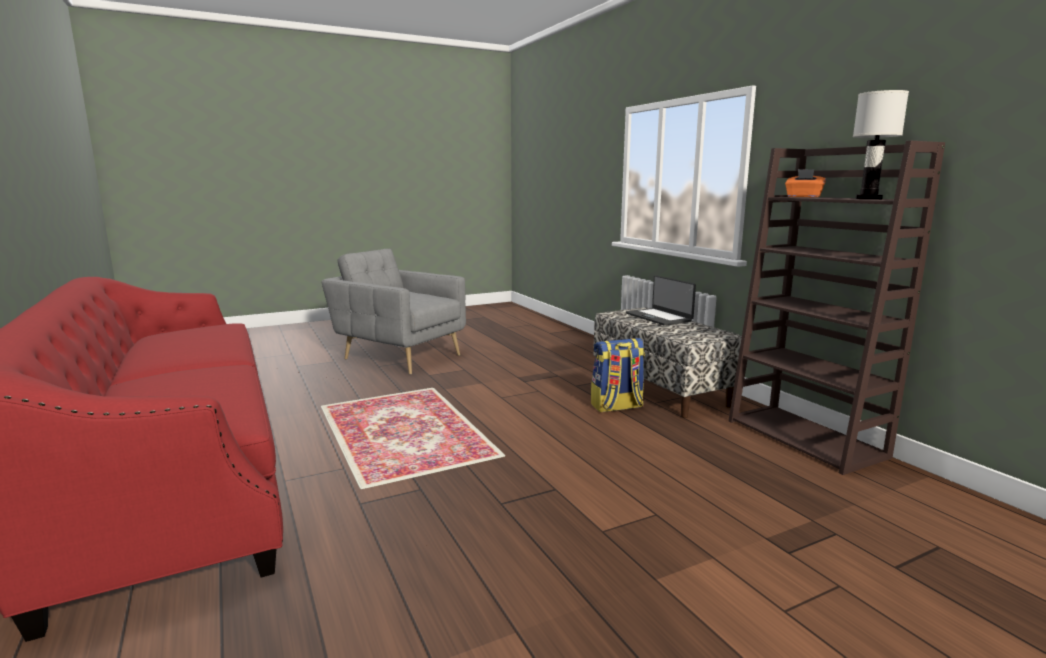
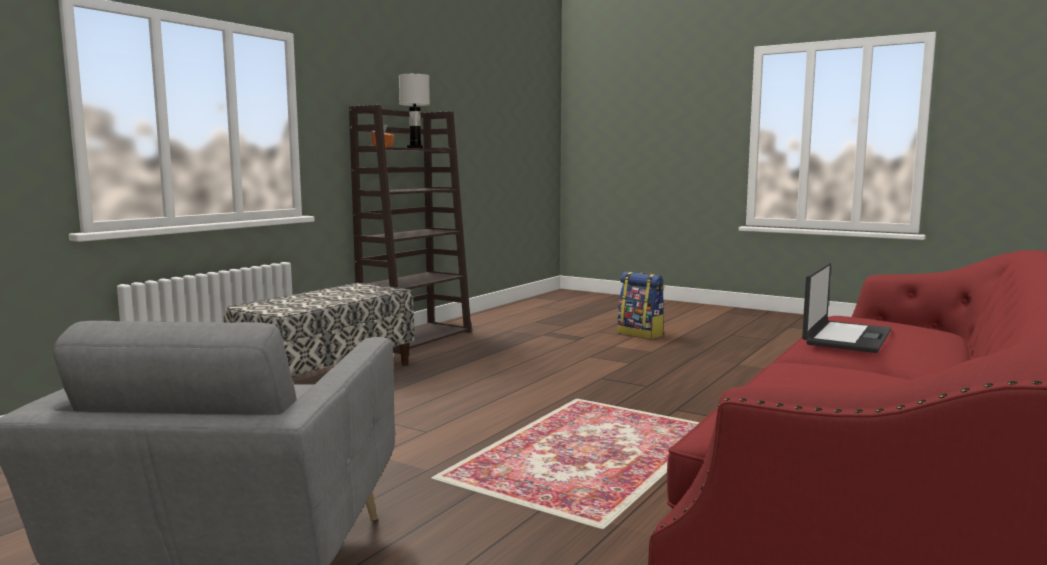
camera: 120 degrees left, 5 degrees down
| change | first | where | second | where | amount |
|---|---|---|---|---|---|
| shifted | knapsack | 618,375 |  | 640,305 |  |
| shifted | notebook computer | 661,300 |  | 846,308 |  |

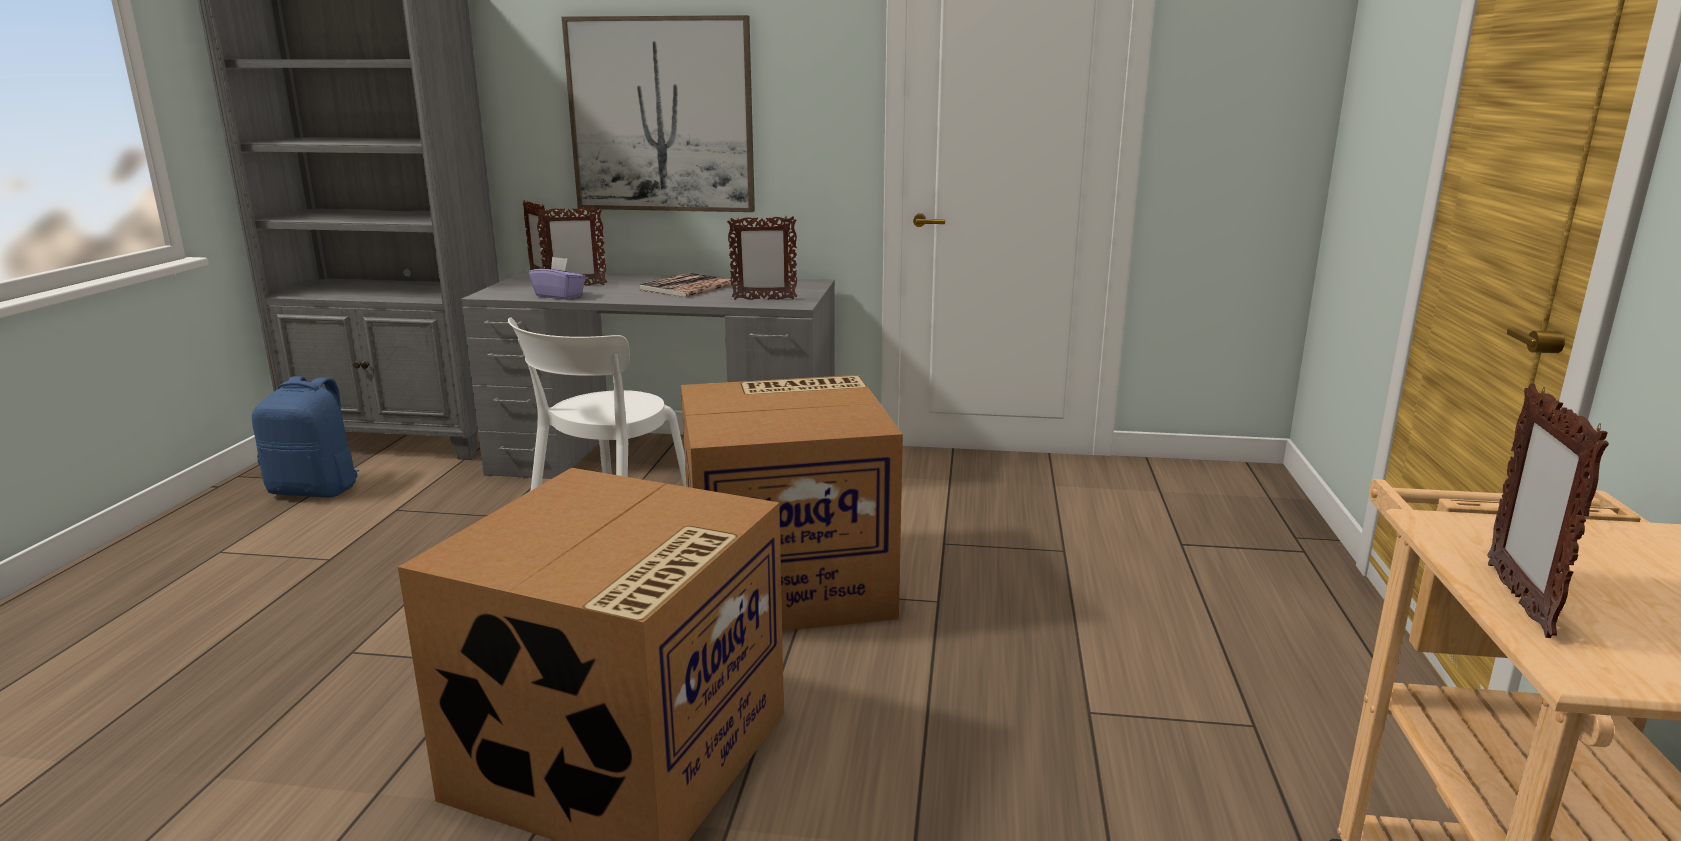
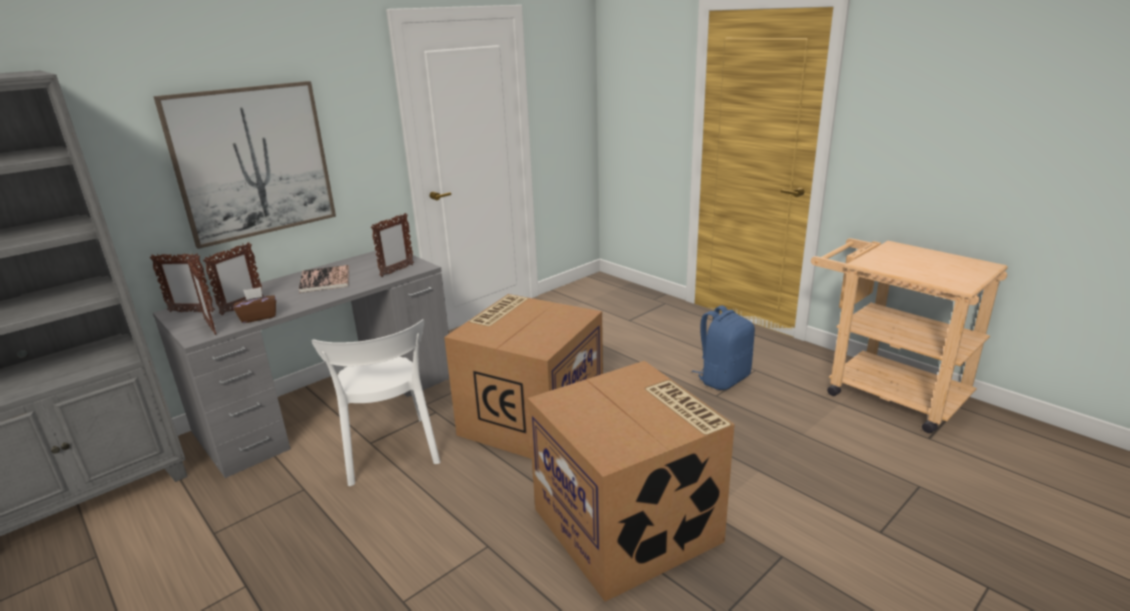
camera: 50 degrees left, 5 degrees up
| change | first | where | second | where | amount |
|---|---|---|---|---|---|
| shifted | standing frame | 1548,510 |  | 201,297 |  |
| repainted | purple tissue holder | 557,278 | brownish tissue holder | 254,305 |  |
| shifted | blue-coloured knapsack | 306,436 |  | 723,347 |  |

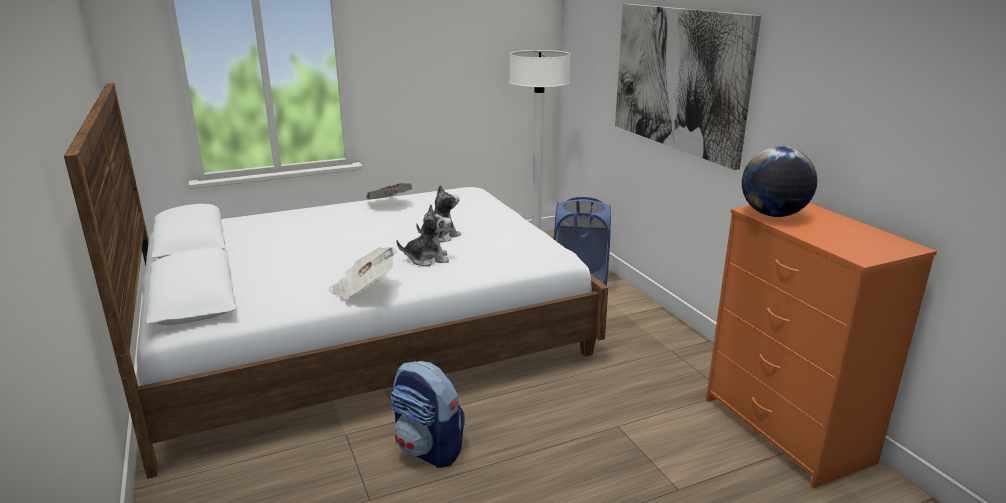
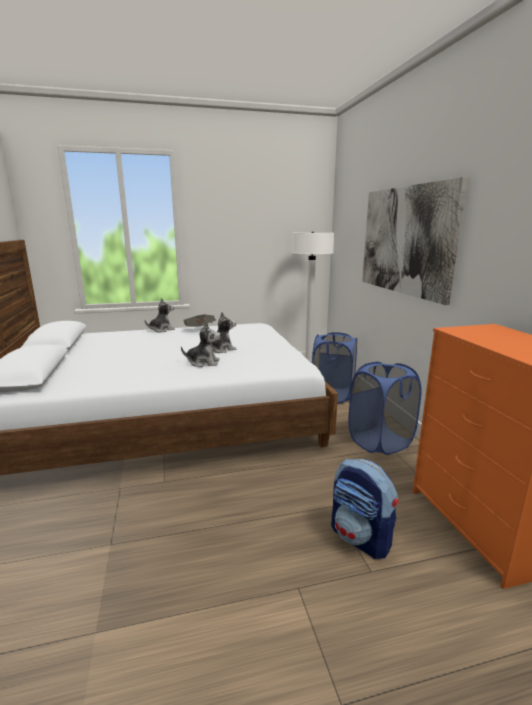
camera: 10 degrees right, 5 degrees down
| change | first | where | second | where | amount |
|---|---|---|---|---|---|
| new |  |  | cuddly toy | 160,315 |  |
| shifted | knapsack | 428,414 |  | 364,509 |  |
| new |  |  | blue-coloured washing basket | 385,408 |  |
| gone | daily paper | 363,273 |  |  |  |
| gone | globe | 779,181 |  |  |  |

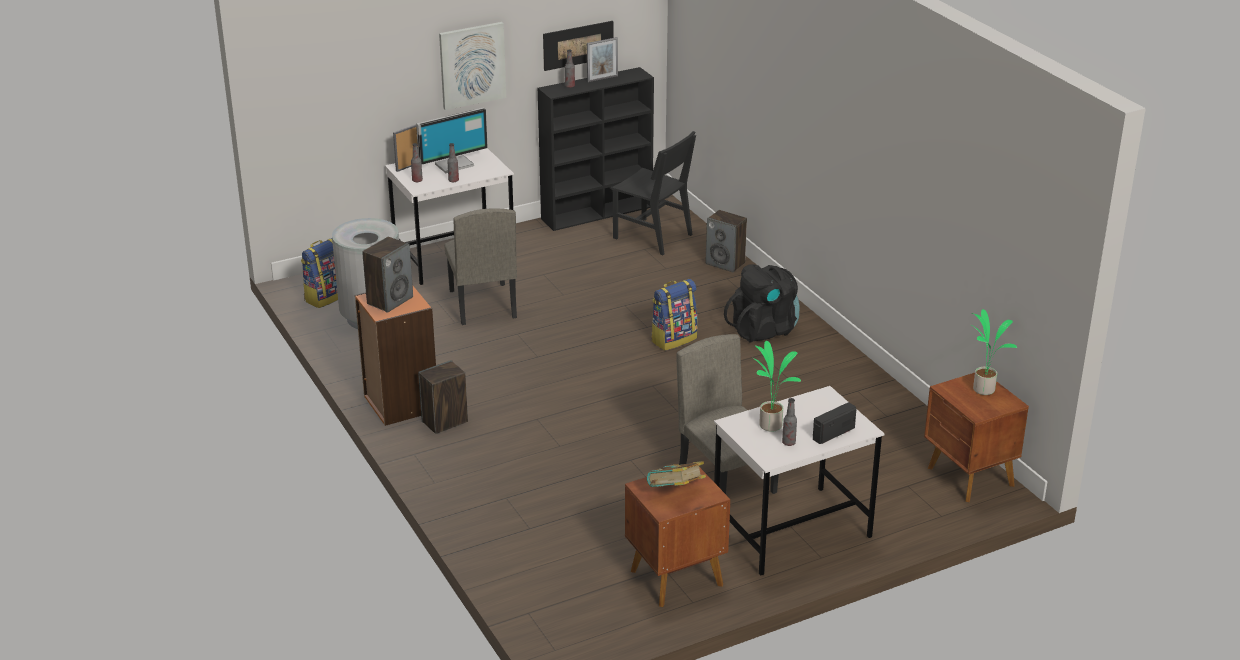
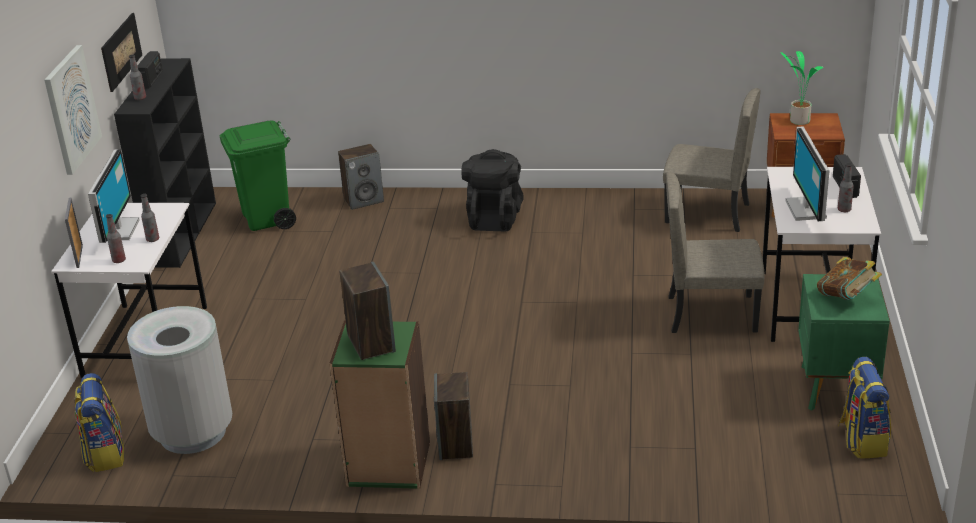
camera: 55 degrees left, 0 degrees up
| change | first | where | second | where | amount |
|---|---|---|---|---|---|
| swapped | standing frame | 602,59 | radio set | 150,70 |  |
| swapped | blackish plain chair | 653,193 | greenish waste bin | 258,175 |  |
| repainted | orangey shelving unit | 395,356 | greenish shelving unit | 379,405 |  |
| shifted | beige plain chair | 480,266 |  | 712,160 |  |
| swapped | potted plant | 777,386 | computer screen | 807,174 |  |
| repainted | brownish night table | 677,537 | greenish night table | 844,342 |  |
| shifted | knapsack | 674,315 |  | 864,408 |  |

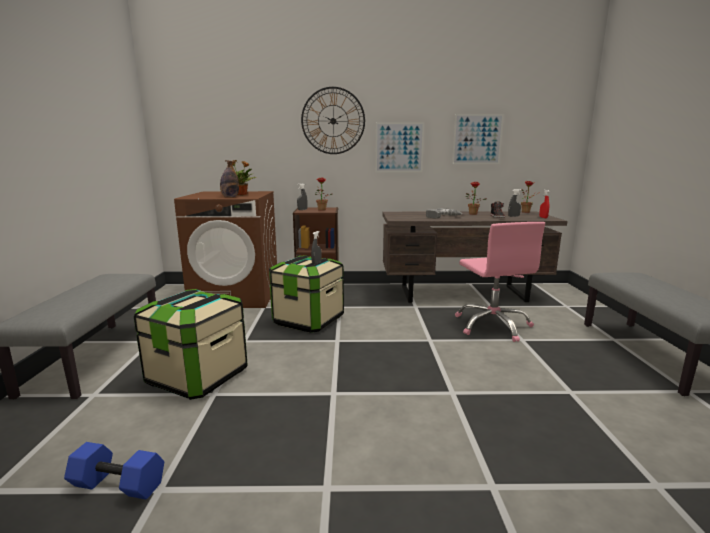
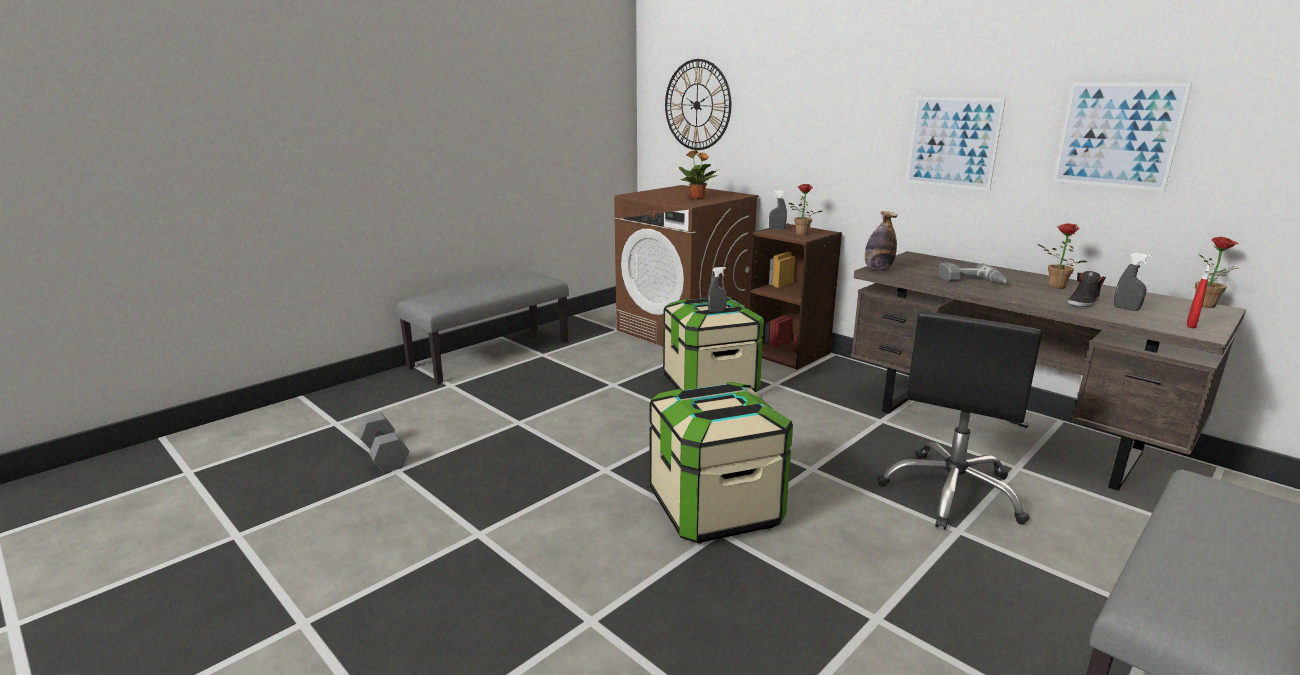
camera: 45 degrees right, 5 degrees up
| change | first | where | second | where | amount |
|---|---|---|---|---|---|
| repainted | blue-coloured hand weight | 114,470 | grey hand weight | 383,442 |  |
| shifted | storage bin | 191,344 |  | 721,462 |  |
| shifted | wall clock | 333,120 |  | 698,104 |  |
| shifted | bottle | 229,178 |  | 881,241 |  |
| repainted | pink-coloured computer chair | 500,282 | blackish computer chair | 959,421 |  |

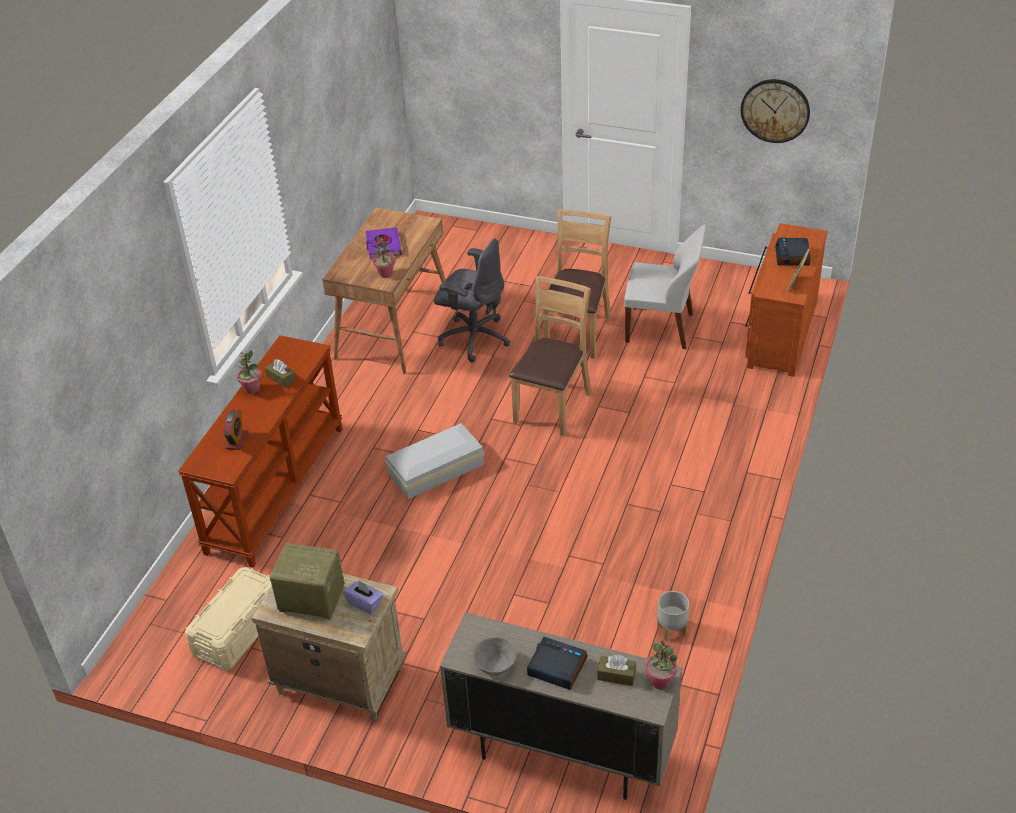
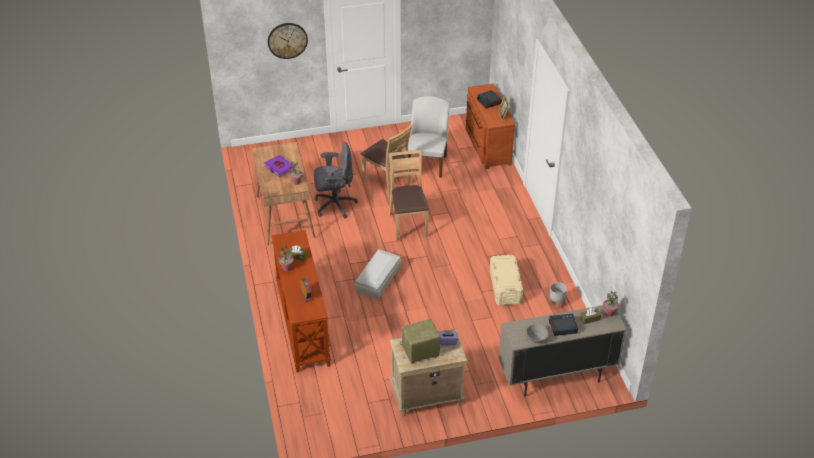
camera: 35 degrees left, 0 degrees up
| change | first | where | second | where | amount |
|---|---|---|---|---|---|
| shifted | wall clock | 775,111 |  | 288,41 |  |
| rotated | brownish plain chair | 577,284 |  | 387,161 | 150 degrees clockwise |
| rotated | white plain chair | 665,286 |  | 429,137 | 60 degrees counterclockwise |
| shifted | beige storage bin | 228,619 |  | 506,279 |  |

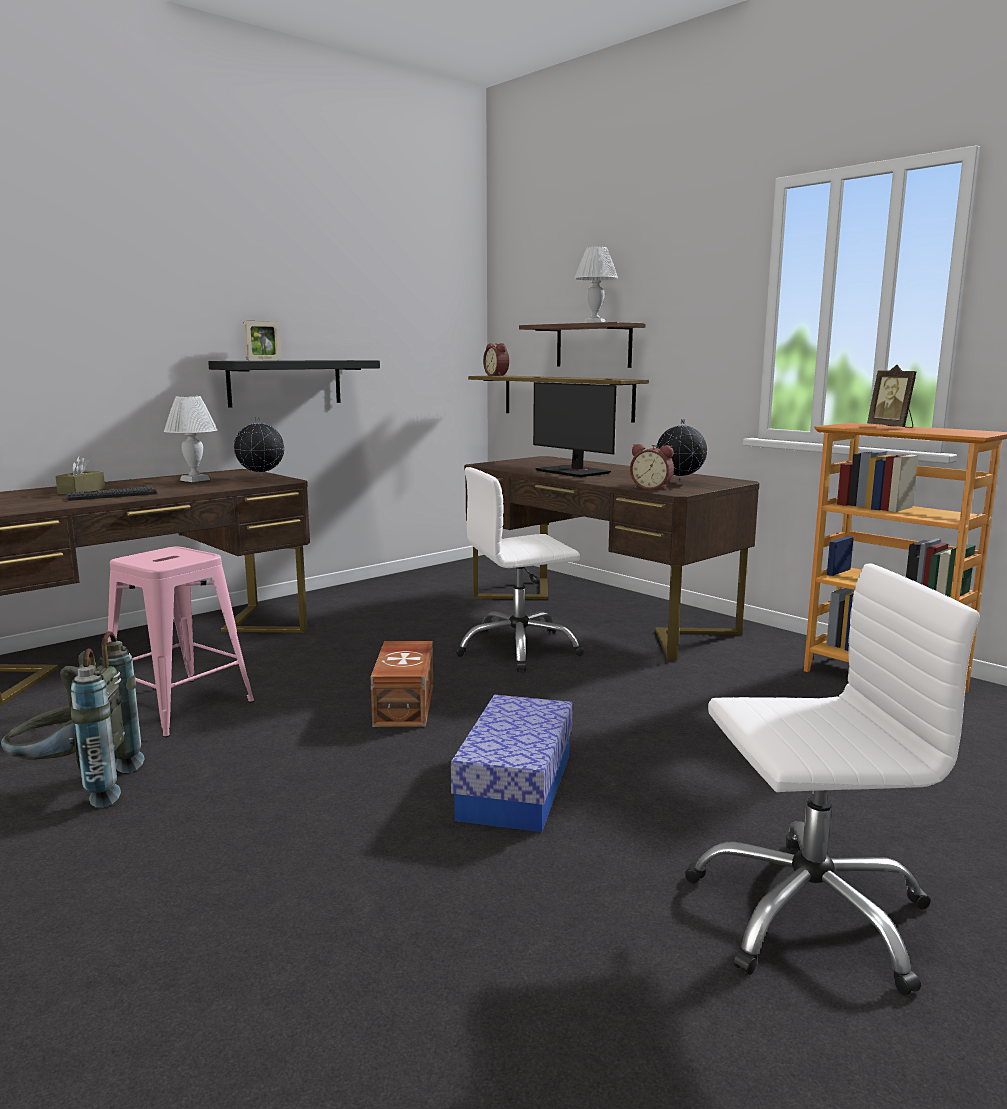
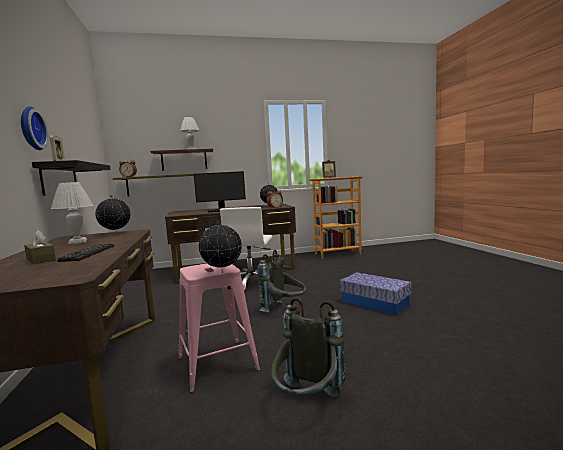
camera: 60 degrees left, 5 degrees down
| change | first | where | second | where | amount |
|---|---|---|---|---|---|
| new |  |  | wall clock | 35,128 |  |
| new |  |  | globe | 220,248 |  |
| swapped | brownish storage bin | 401,684 | grey knapsack | 282,281 |  |
| gone | white computer chair | 832,779 |  |  |  |

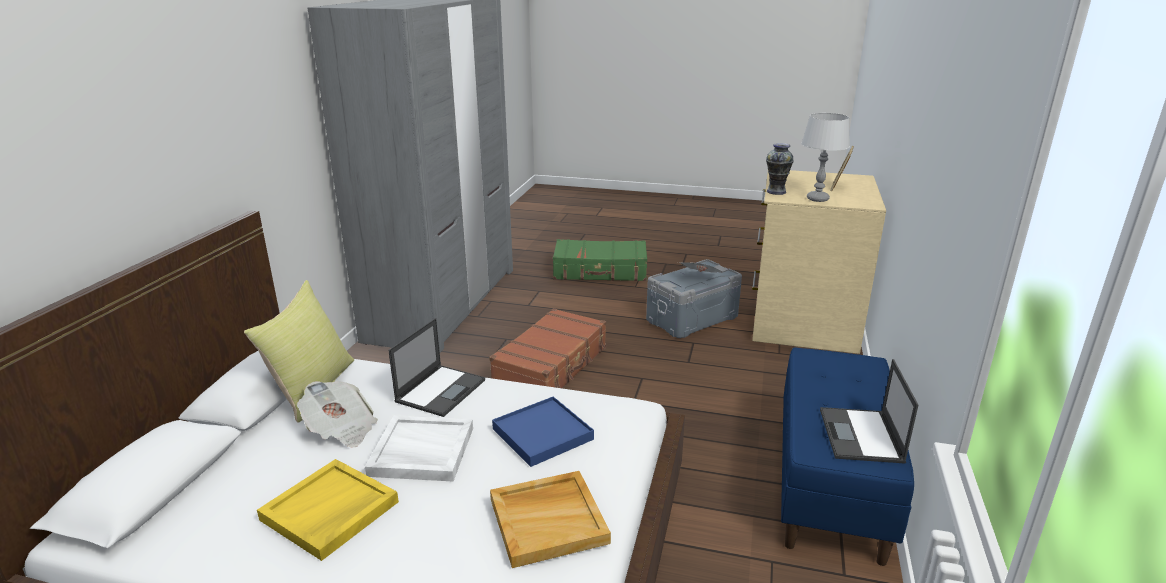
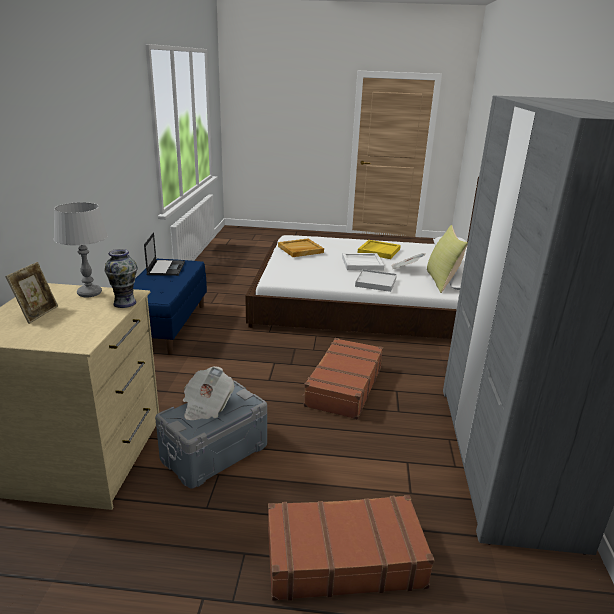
camera: 170 degrees right, 0 degrees up
| change | first | where | second | where | amount |
|---|---|---|---|---|---|
| repainted | greenish travel case | 600,260 | brownish travel case | 351,548 |  |
| swapped | notebook computer | 436,367 | white serving tray | 376,280 |  |
| gone | blue-coloured serving tray | 543,431 |  |  |  |

